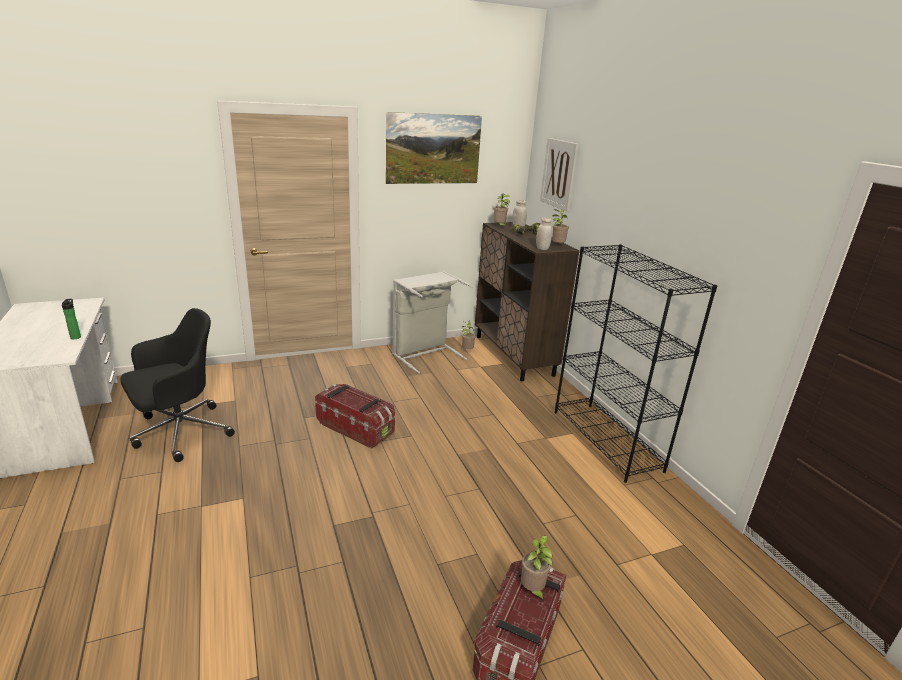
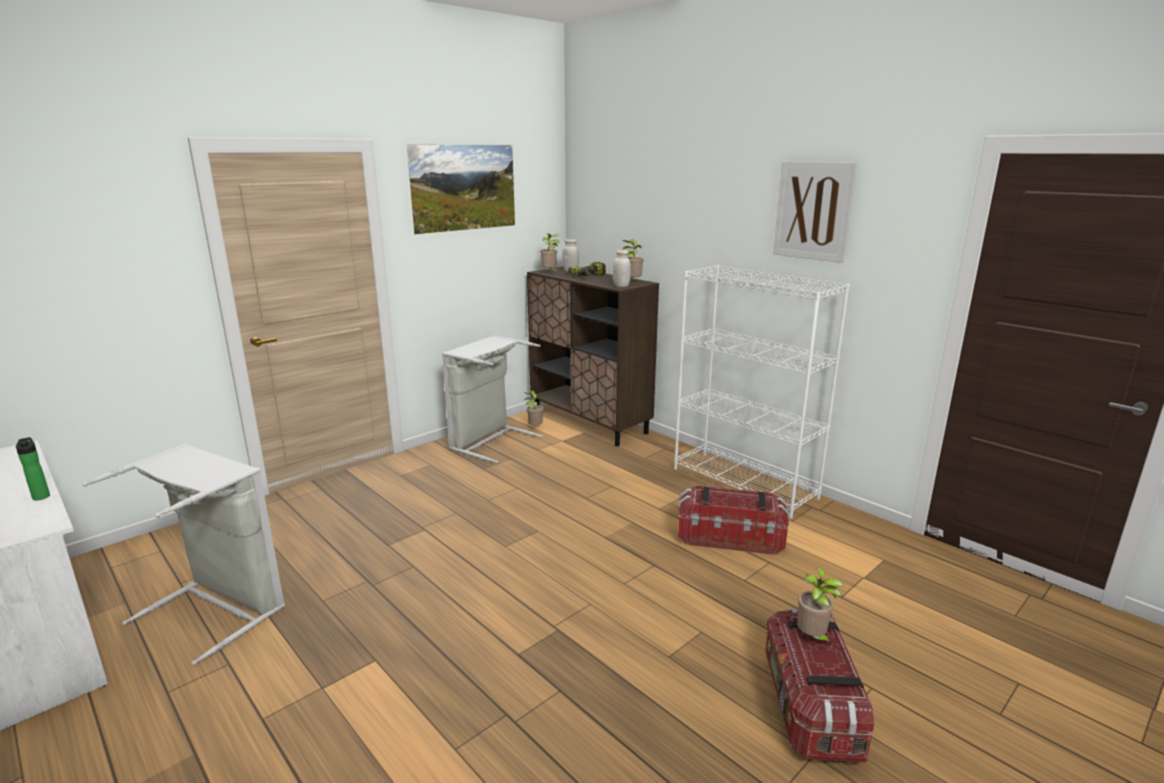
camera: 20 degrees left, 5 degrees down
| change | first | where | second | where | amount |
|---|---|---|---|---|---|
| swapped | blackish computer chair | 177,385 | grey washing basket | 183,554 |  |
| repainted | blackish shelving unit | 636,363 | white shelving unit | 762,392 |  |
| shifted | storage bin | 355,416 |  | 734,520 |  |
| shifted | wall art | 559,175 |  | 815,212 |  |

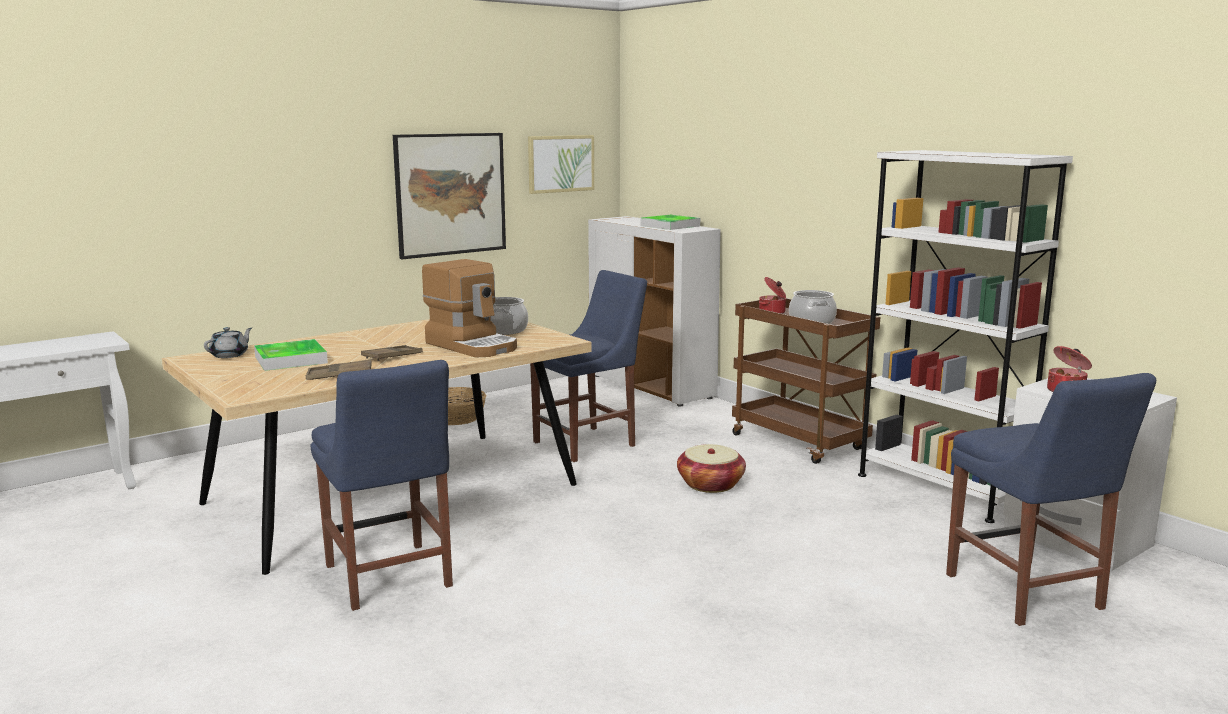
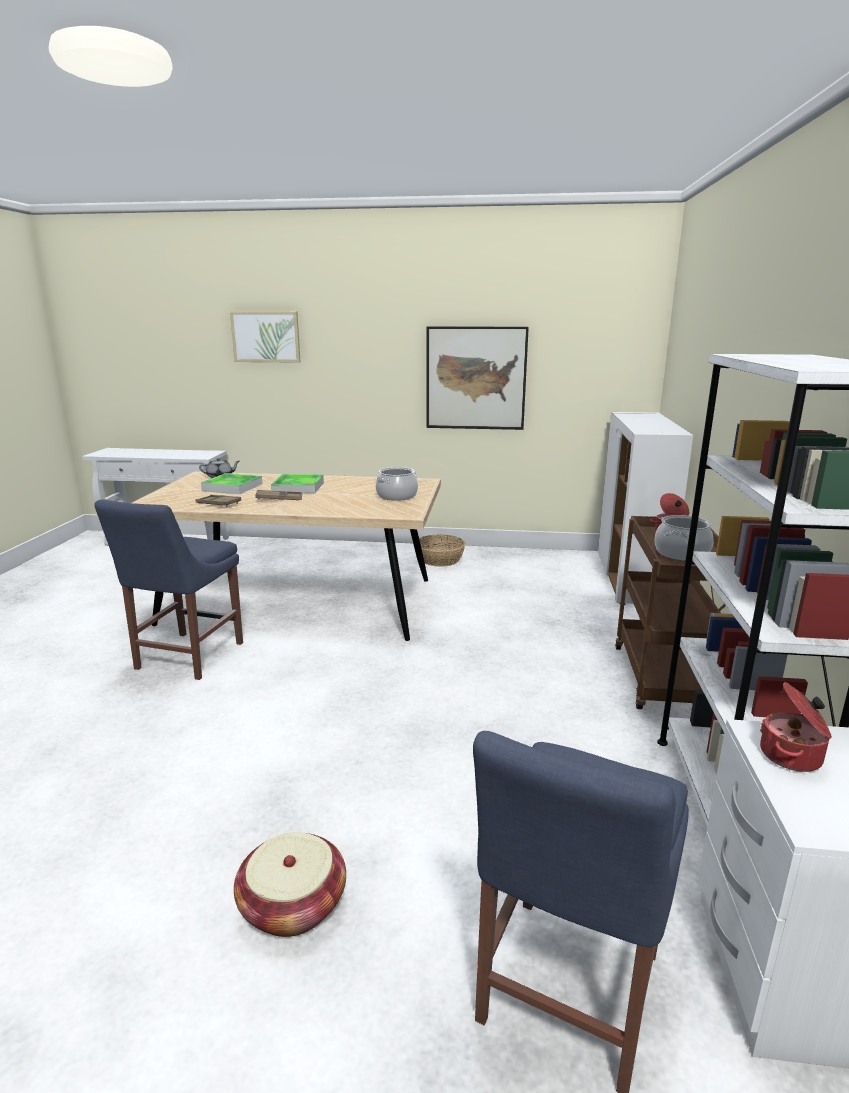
camera: 45 degrees right, 5 degrees up
| change | first | where | second | where | amount |
|---|---|---|---|---|---|
| shifted | wall art | 561,164 |  | 265,337 |  |
| shifted | storage basket | 711,468 |  | 290,884 |  |
| shifted | serving tray | 670,222 |  | 297,483 |  |
| gone | coffee machine | 469,308 |  |  |  |
| gone | blue-coloured plain chair | 588,366 |  |  |  |

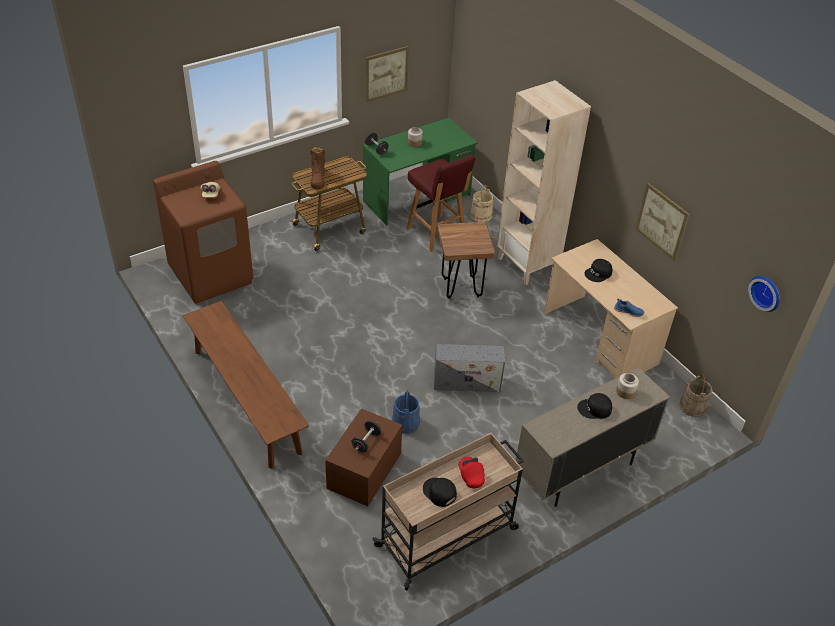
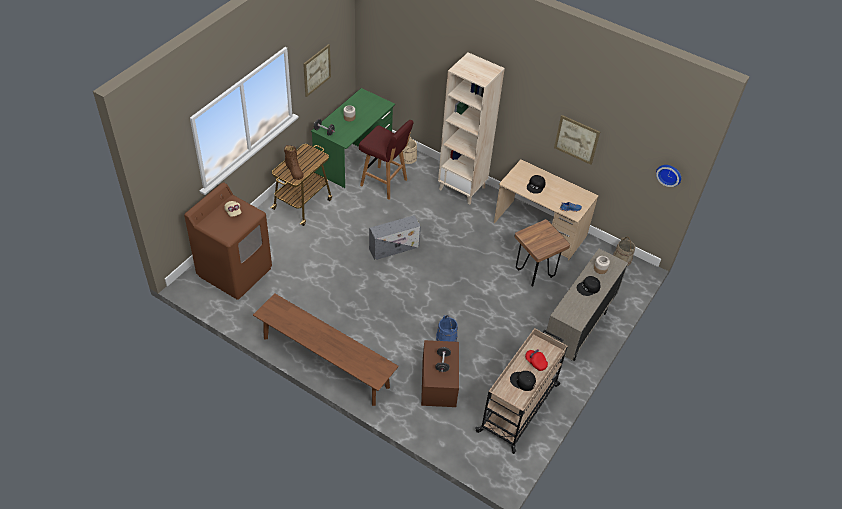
camera: 25 degrees left, 5 degrees up
| change | first | where | second | where | amount |
|---|---|---|---|---|---|
| shifted | grey storage bin | 469,368 |  | 395,237 |  |
| shifted | brownish stool | 466,260 |  | 542,253 |  |

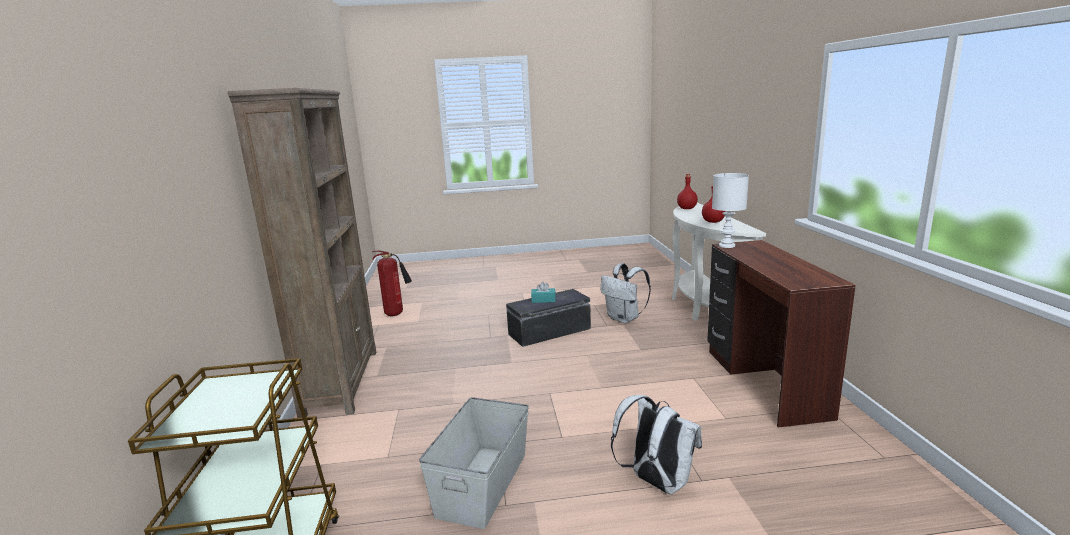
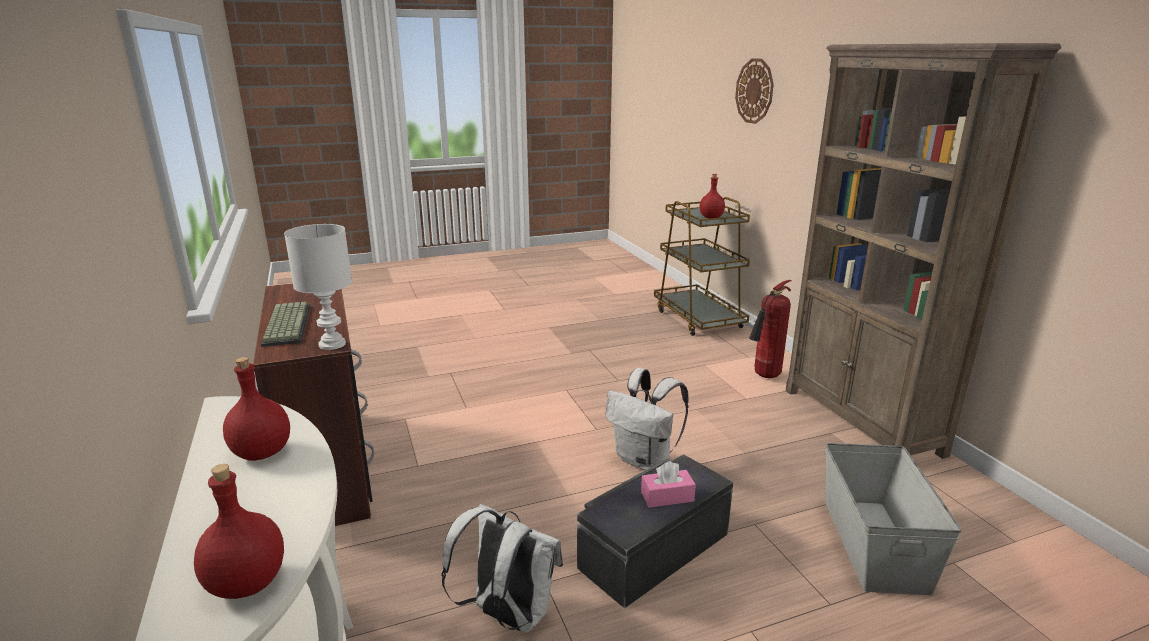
camera: 165 degrees right, 5 degrees up
| change | first | where | second | where | amount |
|---|---|---|---|---|---|
| new |  |  | keyboard | 285,324 |  |
| shifted | white knapsack | 656,445 |  | 647,419 |  |
| repainted | blue-green tissue holder | 543,292 | pink-coloured tissue holder | 668,484 |  |
| new |  |  | red bottle | 712,196 |  |
| new |  |  | wall clock | 754,91 |  |
| shifted | extinguisher | 392,283 |  | 770,329 |  |
| shifted | grey storage bin | 474,463 |  | 893,519 |  |

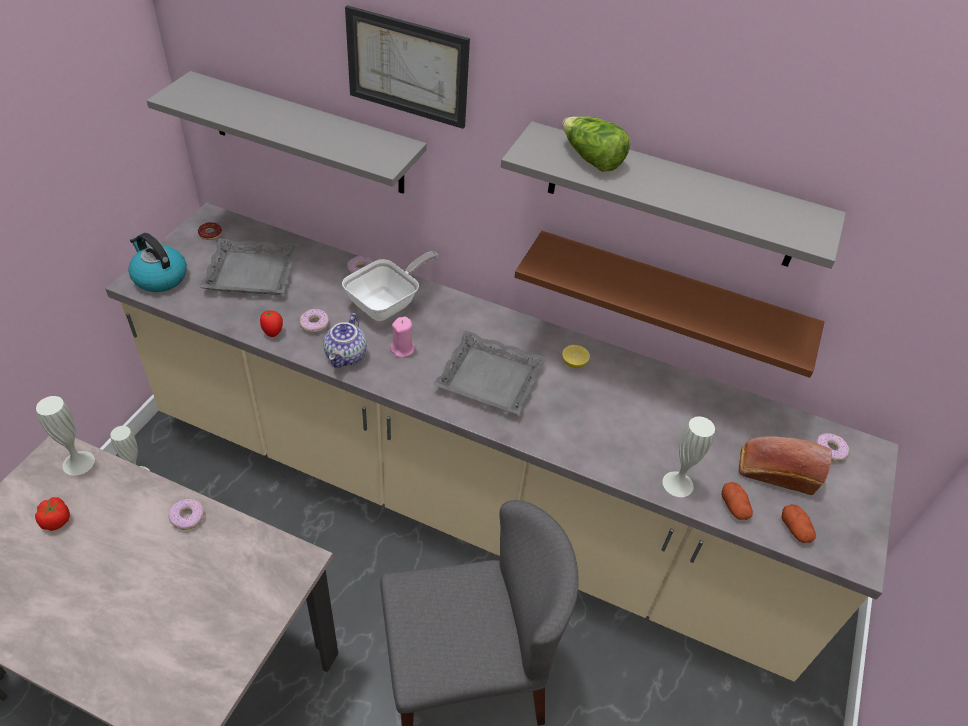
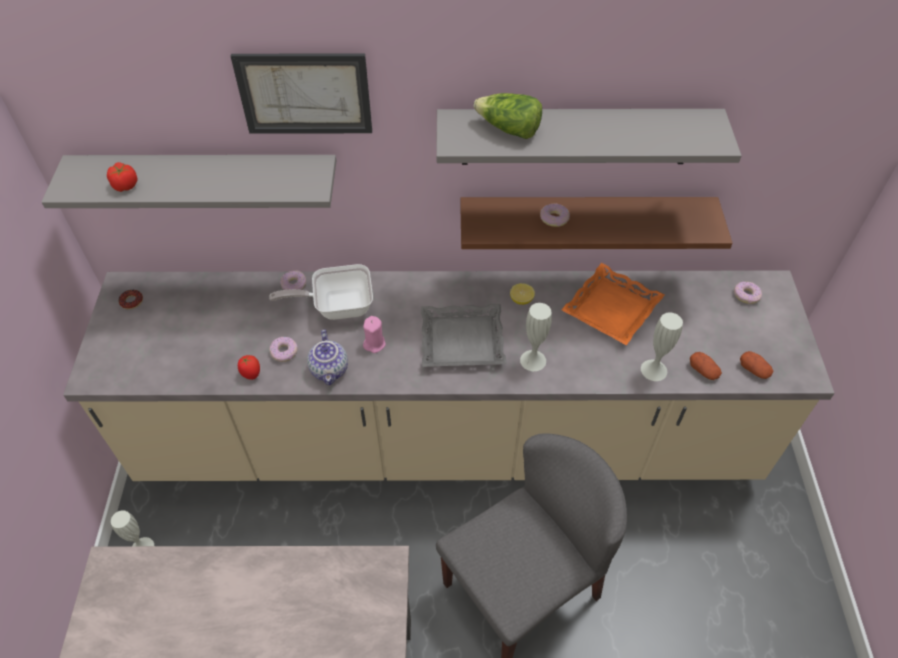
camera: 20 degrees left, 5 degrees up
| change | first | where | second | where | amount |
|---|---|---|---|---|---|
| shifted | whole tomato | 52,514 |  | 122,177 |  |
| rotated | frying pan | 390,286 |  | 321,292 | 120 degrees counterclockwise |
| shifted | white vase | 65,436 |  | 536,337 |  |
| shifted | ring doughnut | 186,514 |  | 555,215 |  |
| new |  |  | orangey serving tray | 613,304 |  |
| gone | water kettle | 157,262 |  |  |  |
| gone | grey serving tray | 248,267 |  |  |  |
| gone | bakery bread | 785,465 |  |  |  |

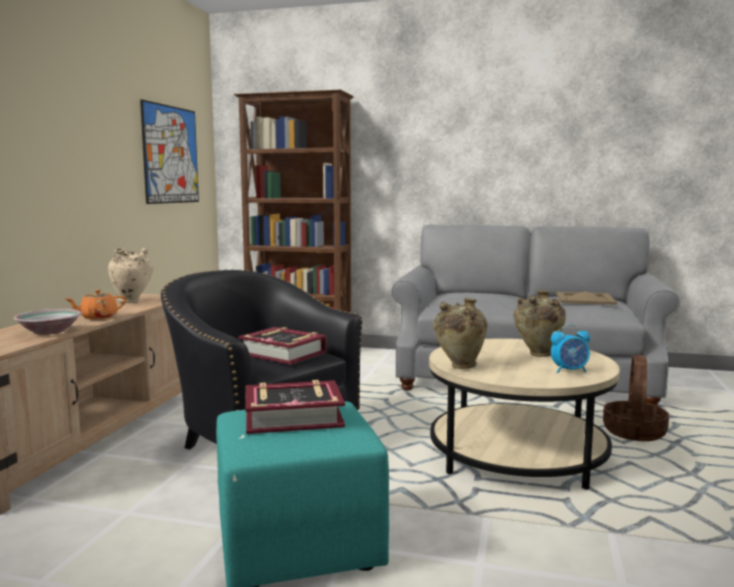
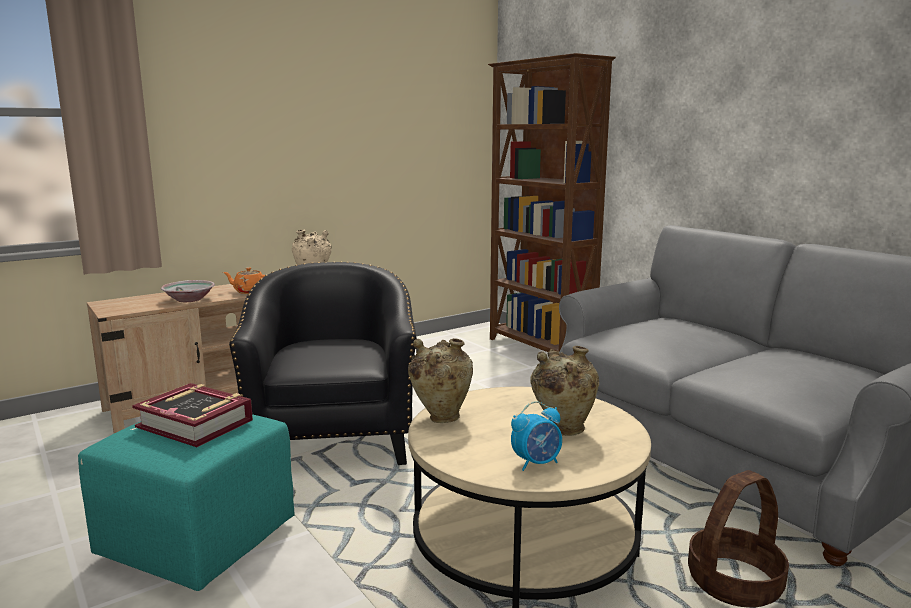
camera: 40 degrees right, 5 degrees up
| change | first | where | second | where | amount |
|---|---|---|---|---|---|
| rotated | table clock | 570,348 |  | 536,436 | 60 degrees counterclockwise |
| gone | wall art | 169,151 |  |  |  |
| gone | volume | 282,346 |  |  |  |
| gone | beige serving tray | 586,298 |  |  |  |

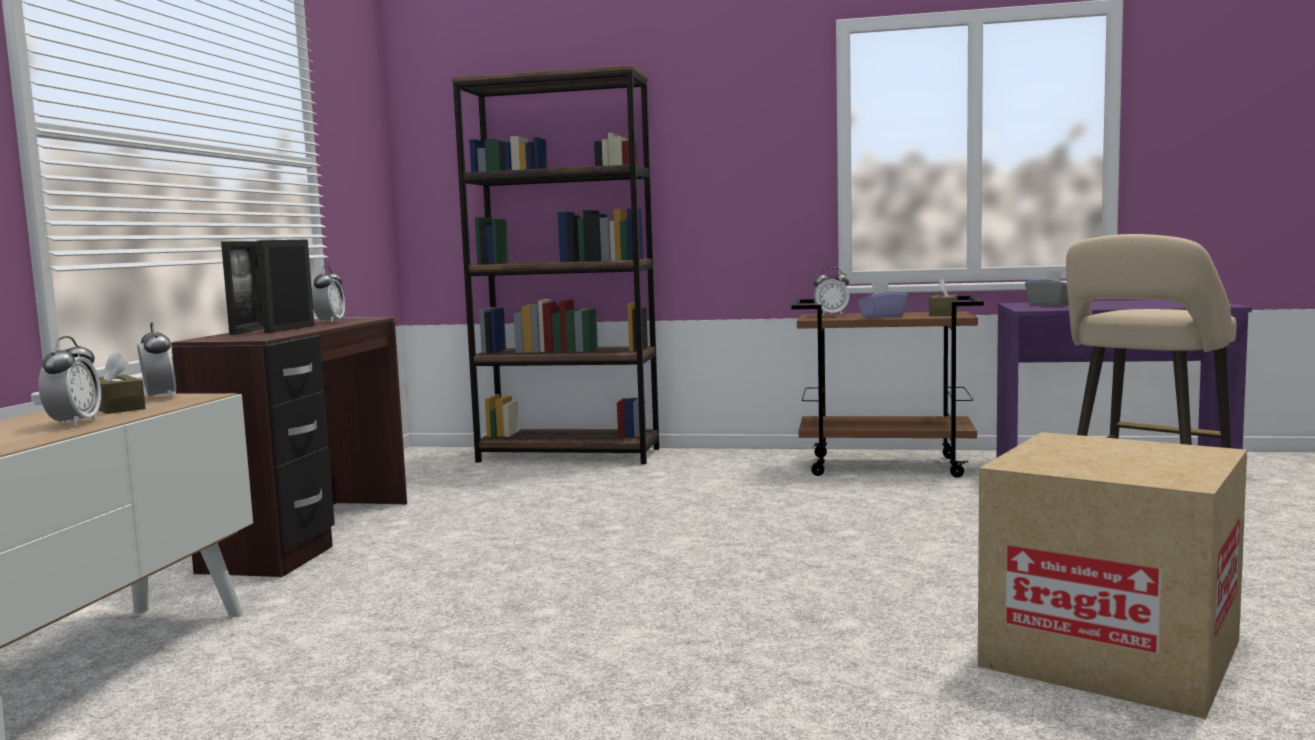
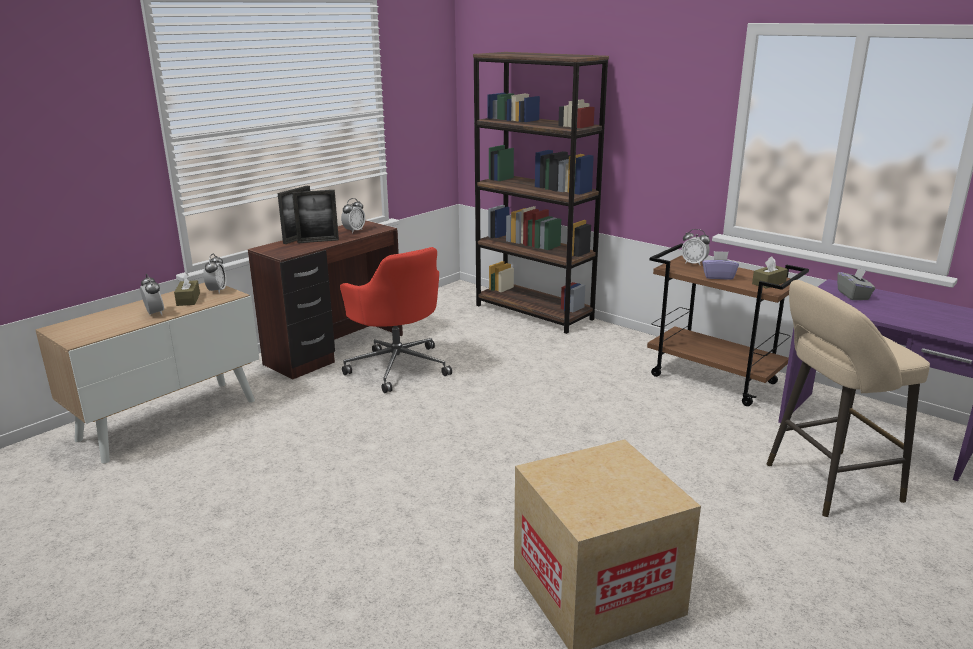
camera: 30 degrees right, 15 degrees up
| change | first | where | second | where | amount |
|---|---|---|---|---|---|
| rotated | table clock | 69,381 |  | 152,294 | 60 degrees counterclockwise |
| rotated | standing frame | 285,286 |  | 315,216 | 150 degrees counterclockwise |
| new |  |  | red computer chair | 396,320 |  |

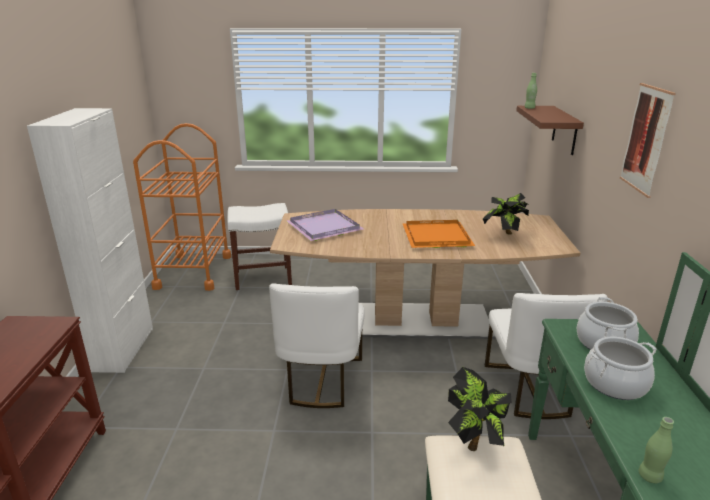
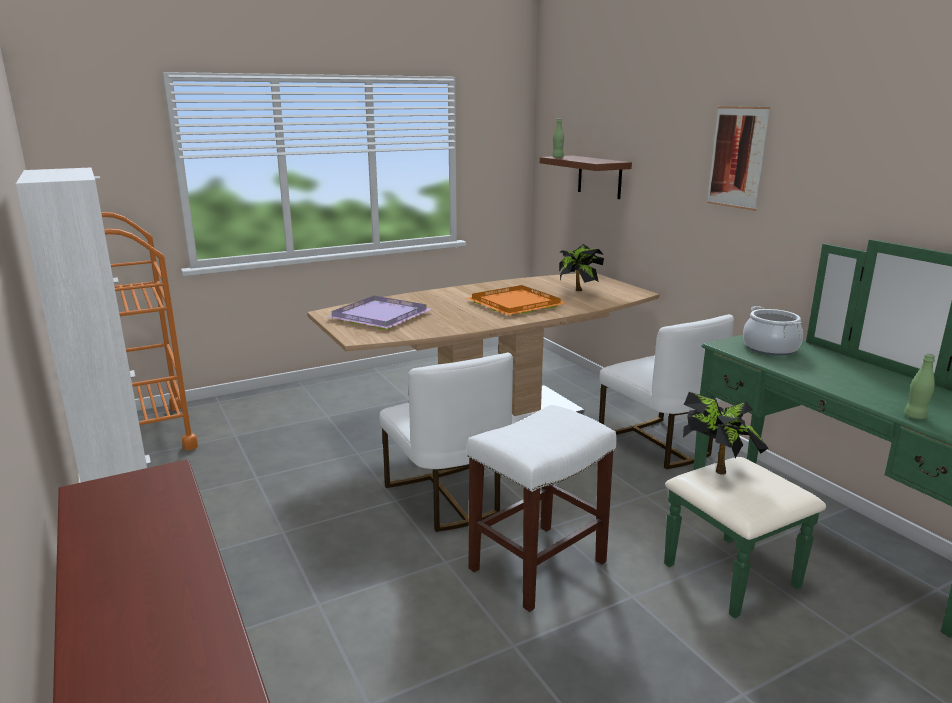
camera: 30 degrees left, 5 degrees down
| change | first | where | second | where | amount |
|---|---|---|---|---|---|
| shifted | white stool | 259,246 |  | 542,508 |  |
| gone | stockpot | 620,368 |  |  |  |

